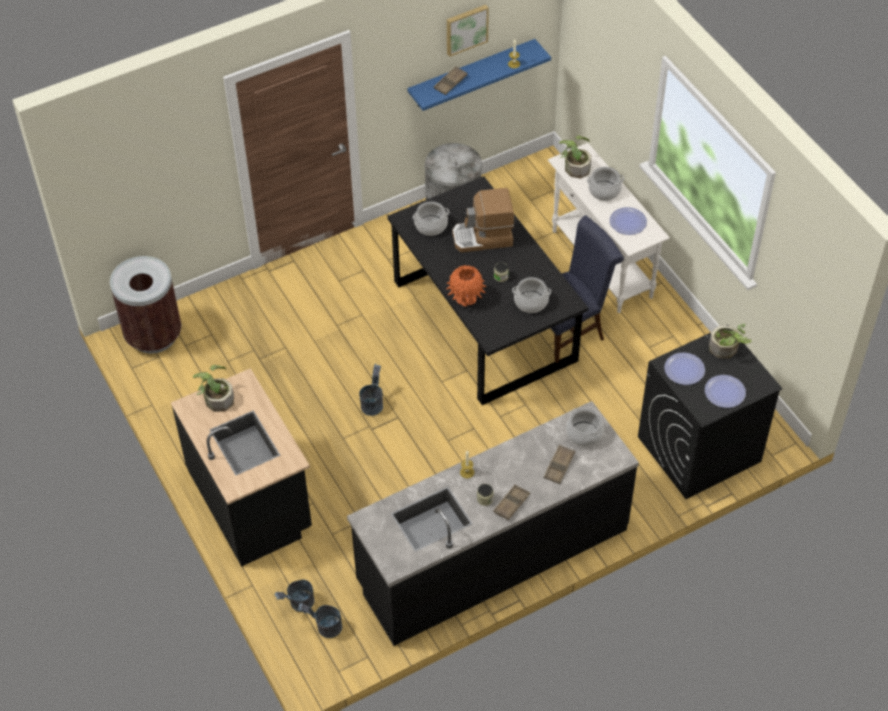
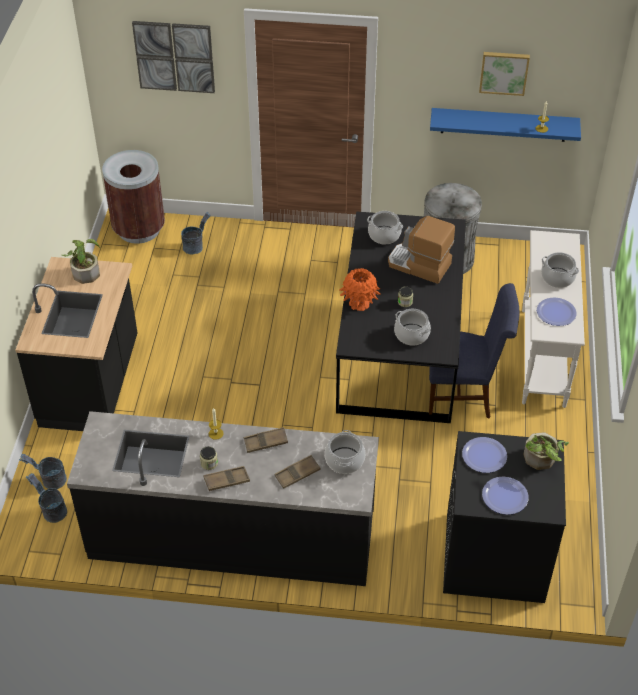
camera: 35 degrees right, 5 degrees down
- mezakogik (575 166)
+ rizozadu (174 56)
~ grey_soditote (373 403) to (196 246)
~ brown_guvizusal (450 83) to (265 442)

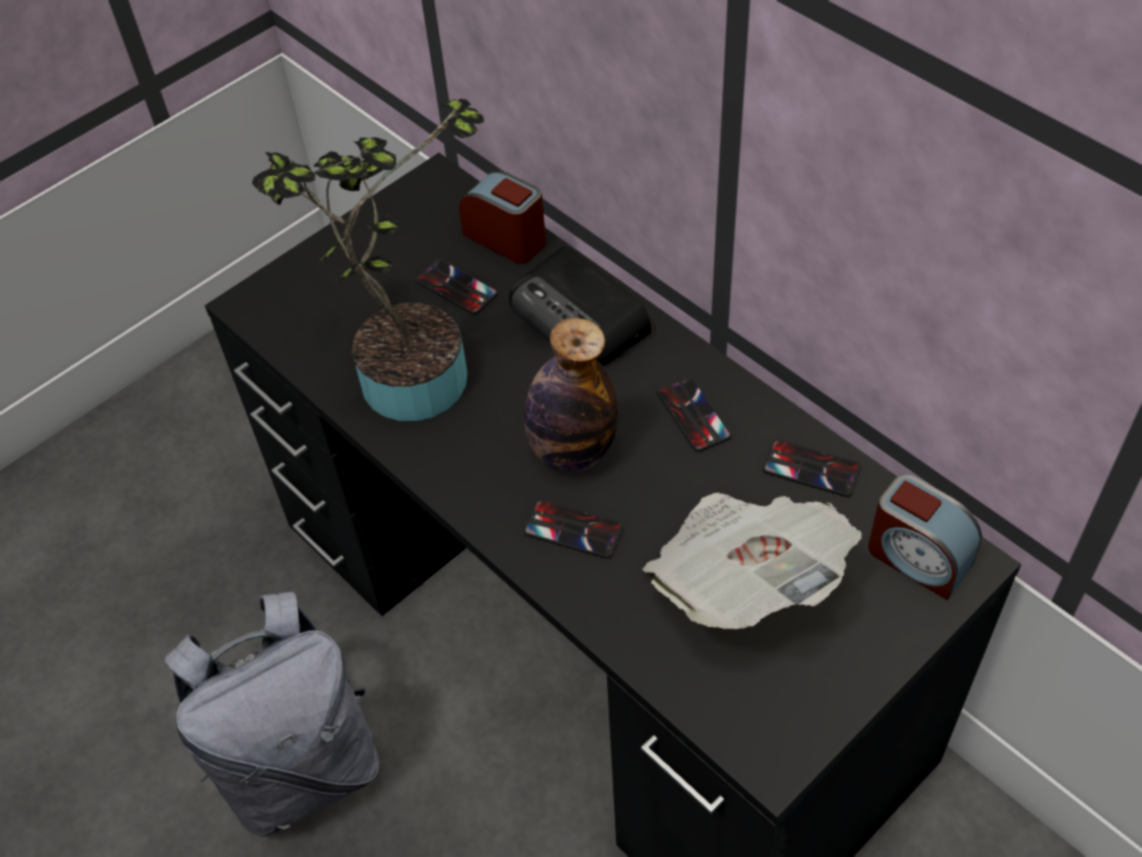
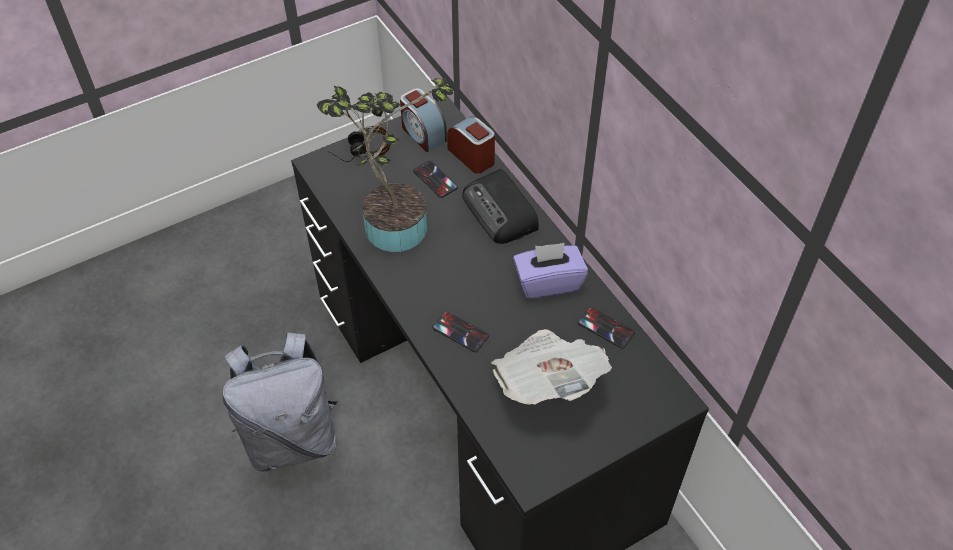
camera: 10 degrees right, 0 degrees up
- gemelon (572 450)
+ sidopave (359 151)
~ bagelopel (917 557) to (422 134)
~ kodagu (693 414) to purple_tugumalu (548 282)

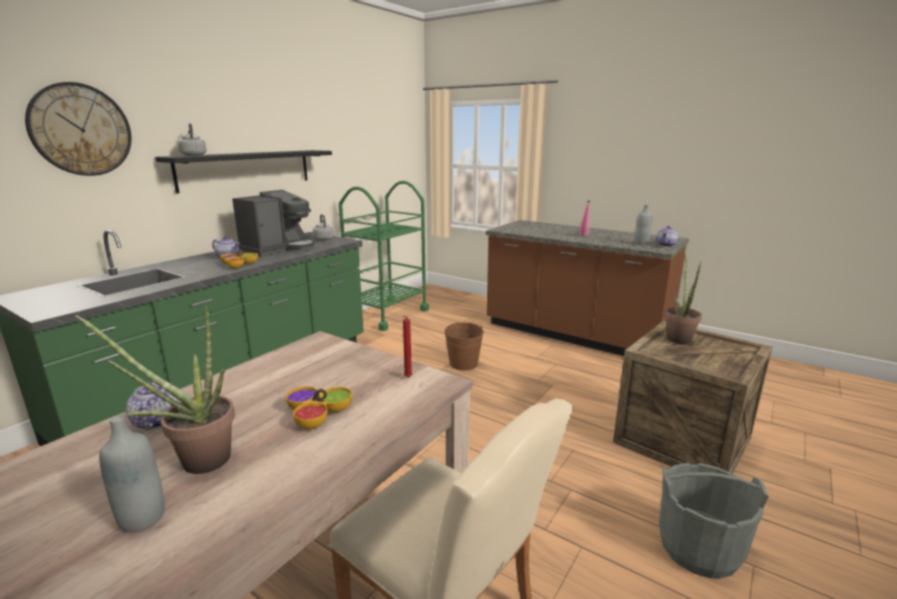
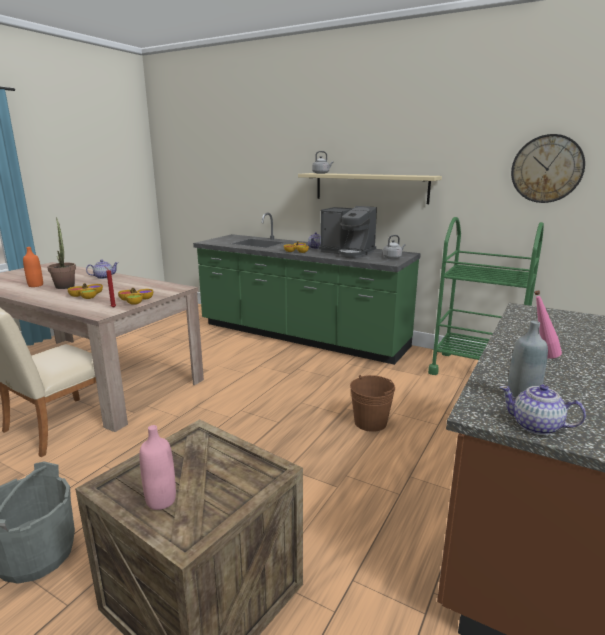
camera: 85 degrees right, 0 degrees up
- mezakogik (678 337)
+ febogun (136 300)
+ pink_gemelon (161 500)
~ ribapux (81 130) to (547 169)
~ grey_gemelon (142 518) to orange_gemelon (35 285)
~ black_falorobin (246 169) to beige_falorobin (370 187)

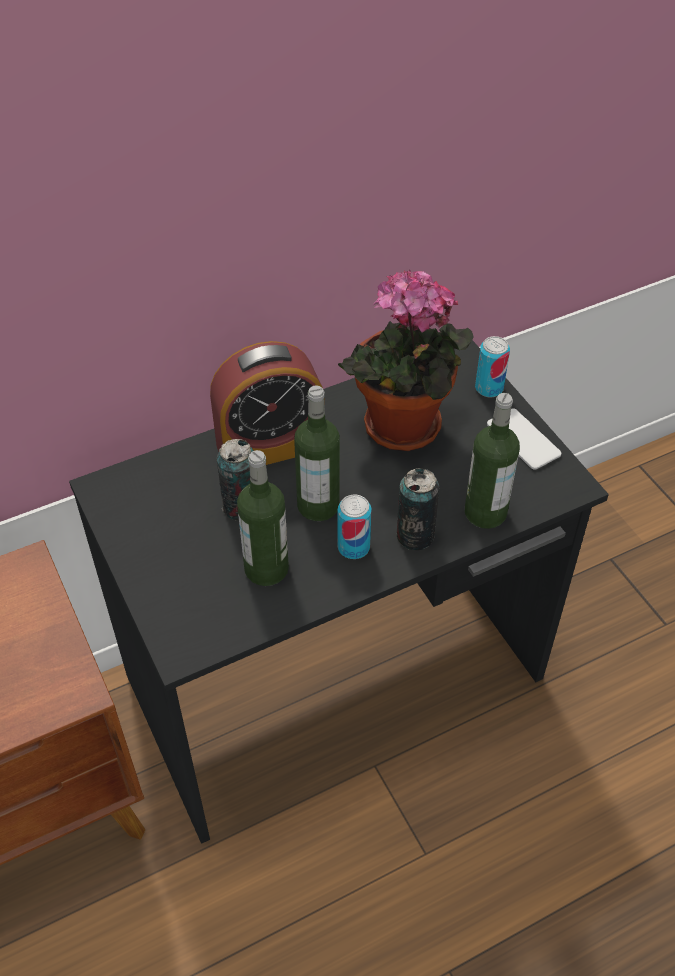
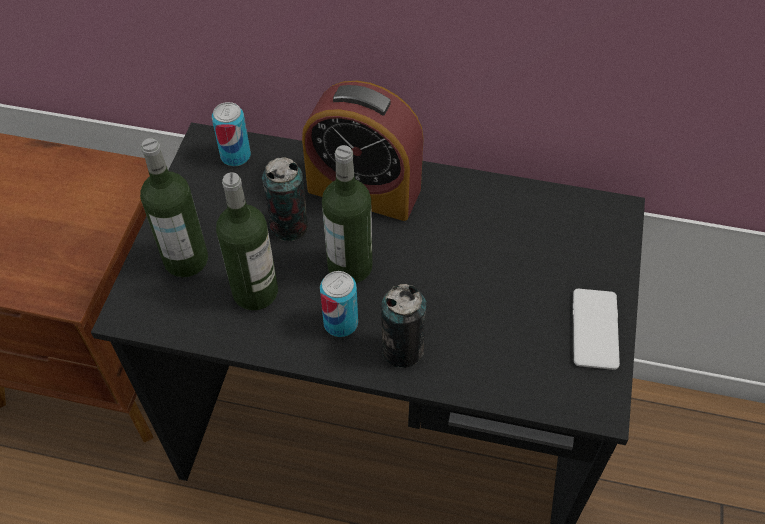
camera: 40 degrees right, 5 degrees up
- mezakogik (401 431)
~ gemelon (485 512) to (186 260)
~ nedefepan (489 388) to (235 156)

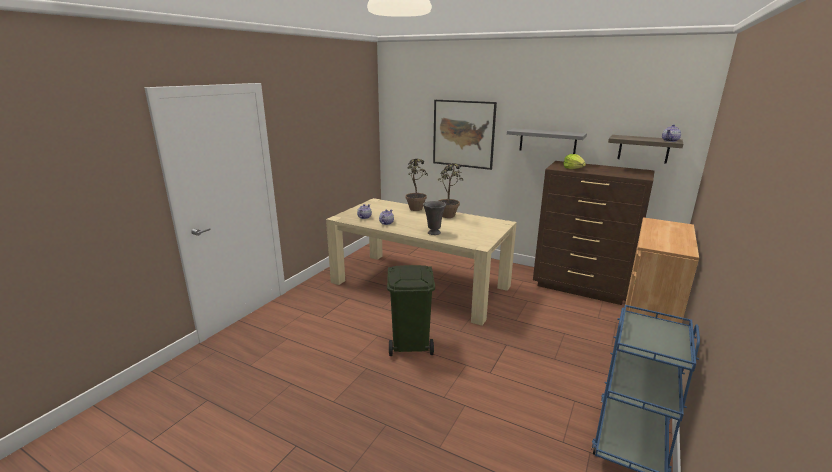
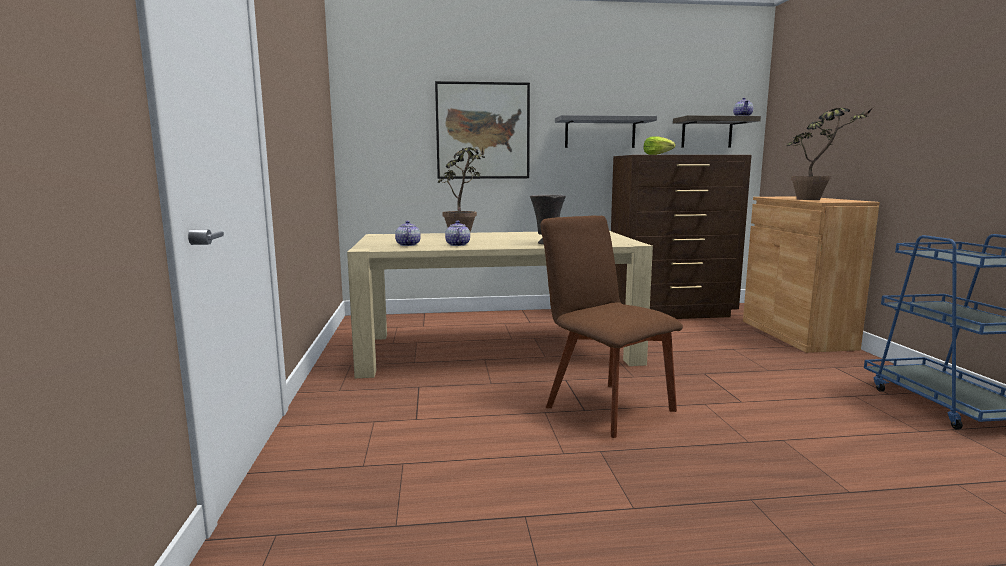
camera: 35 degrees left, 10 degrees down
~ mezakogik (449 217) to (817 199)
~ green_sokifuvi (411 344) to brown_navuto (605 406)

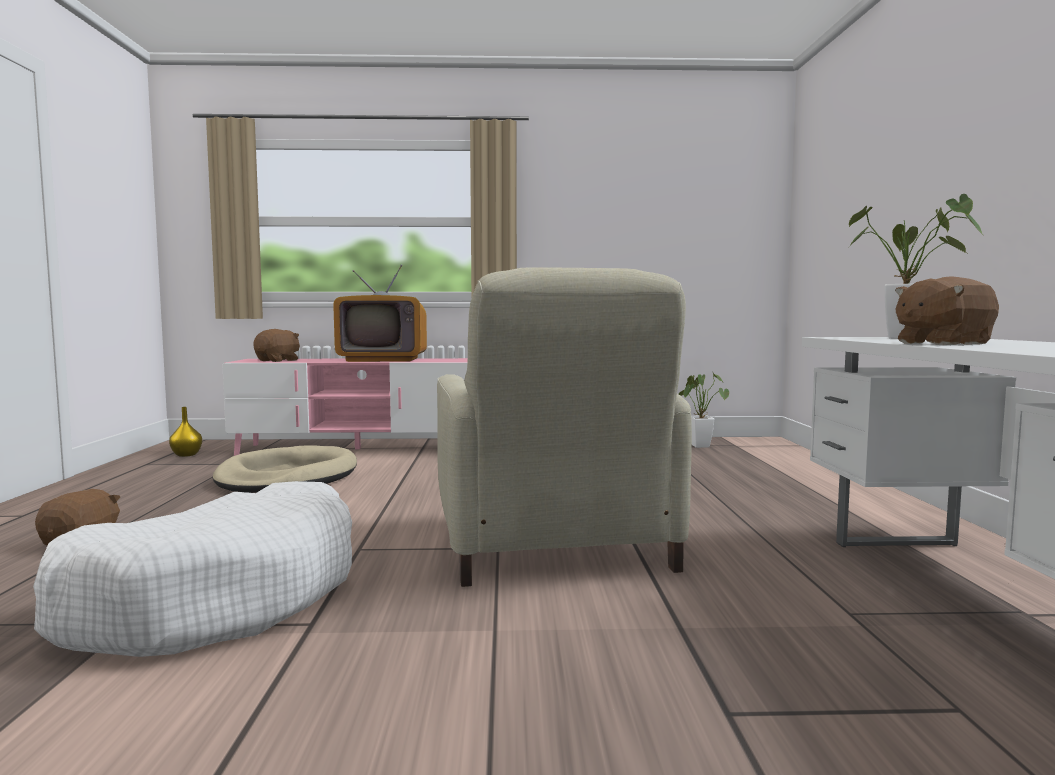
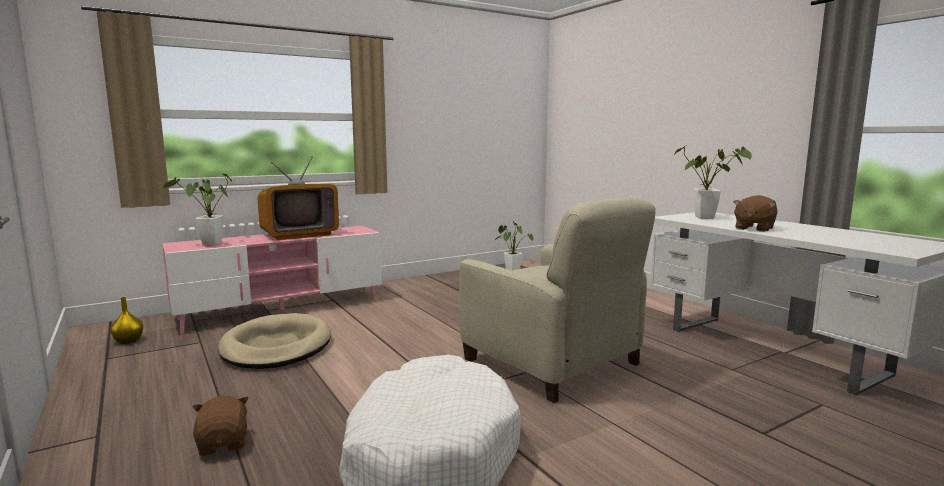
camera: 30 degrees left, 5 degrees up
~ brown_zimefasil (278 360) to mezakogik (209 244)

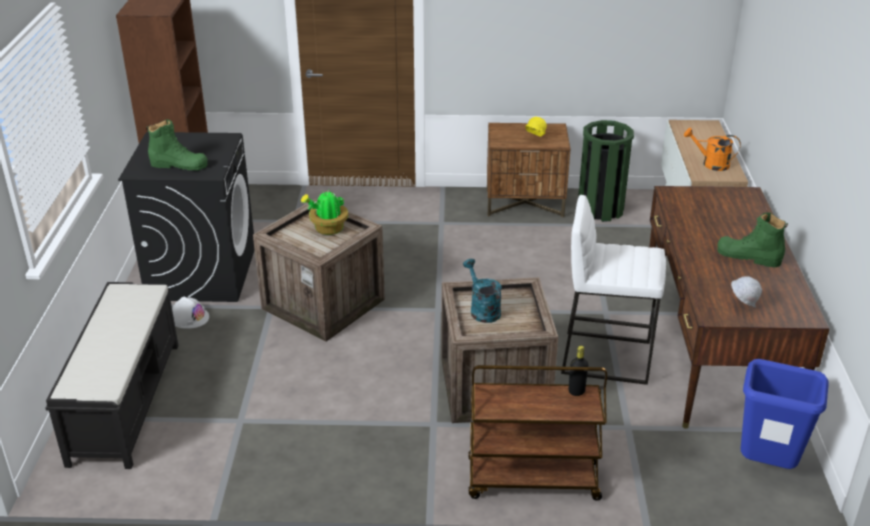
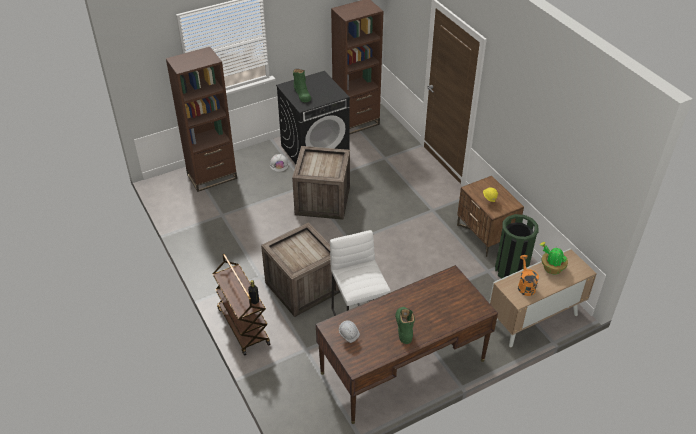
camera: 60 degrees right, 10 degrees up
- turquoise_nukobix (482 309)
- blue_sokifuvi (766 466)
~ mezakogik (328 229) to (551 268)
~ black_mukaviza (126 401) to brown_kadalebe (212 176)

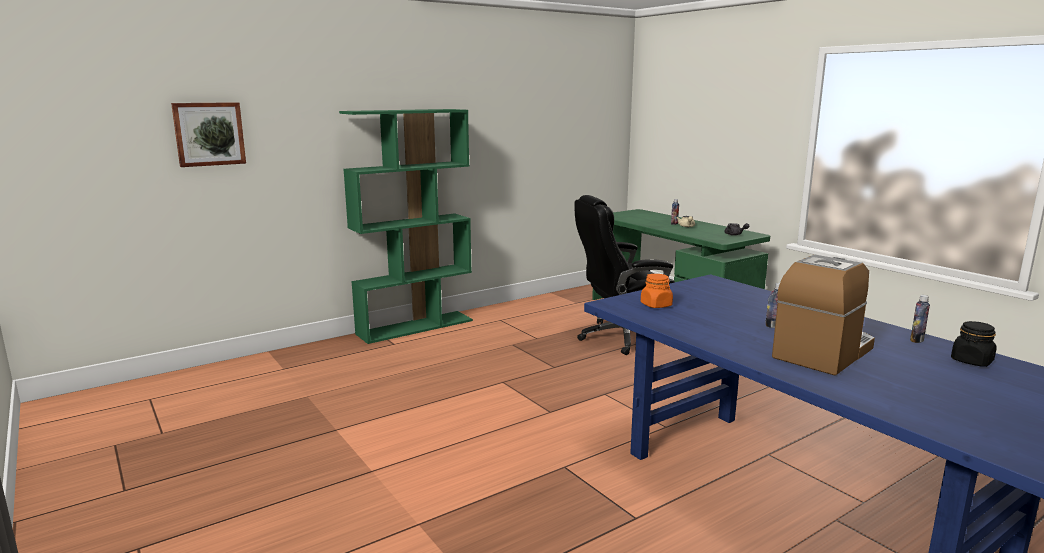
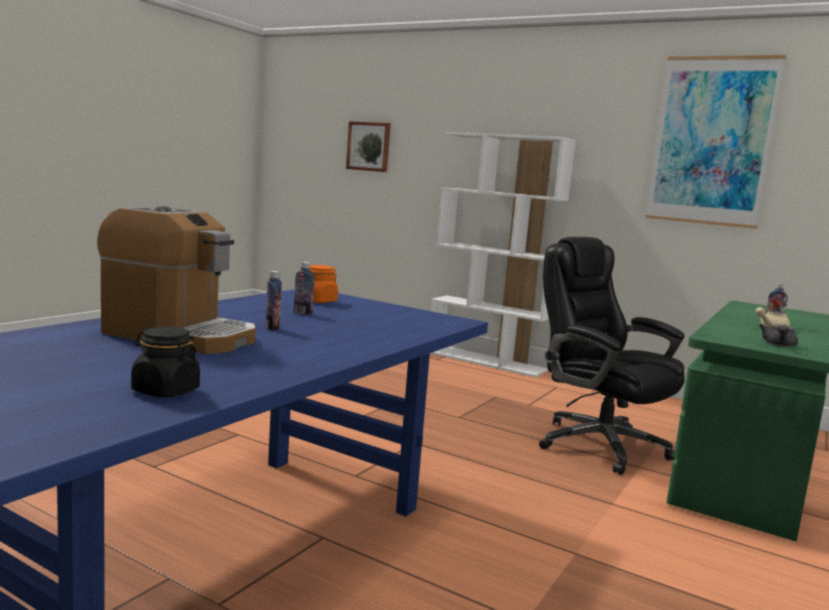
camera: 65 degrees right, 5 degrees down
+ rizozadu (712 141)
~ gemelon (916 340) to (302 313)
~ green_kadalebe (415 327) to white_kadalebe (486 361)

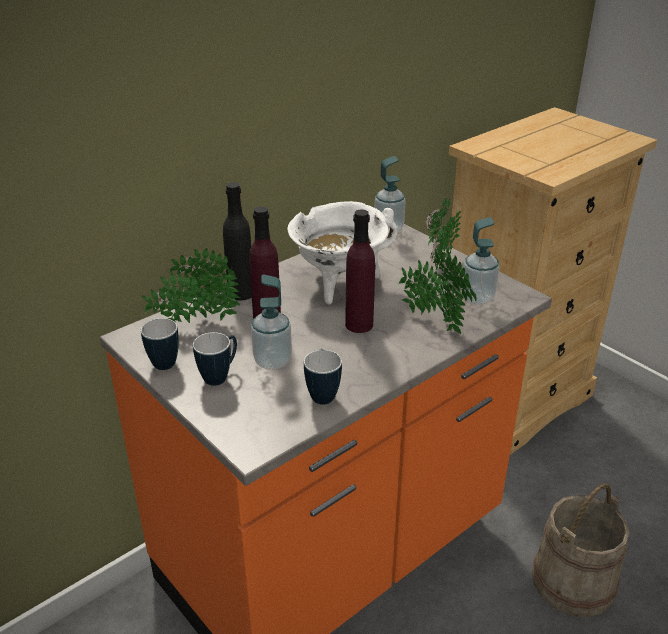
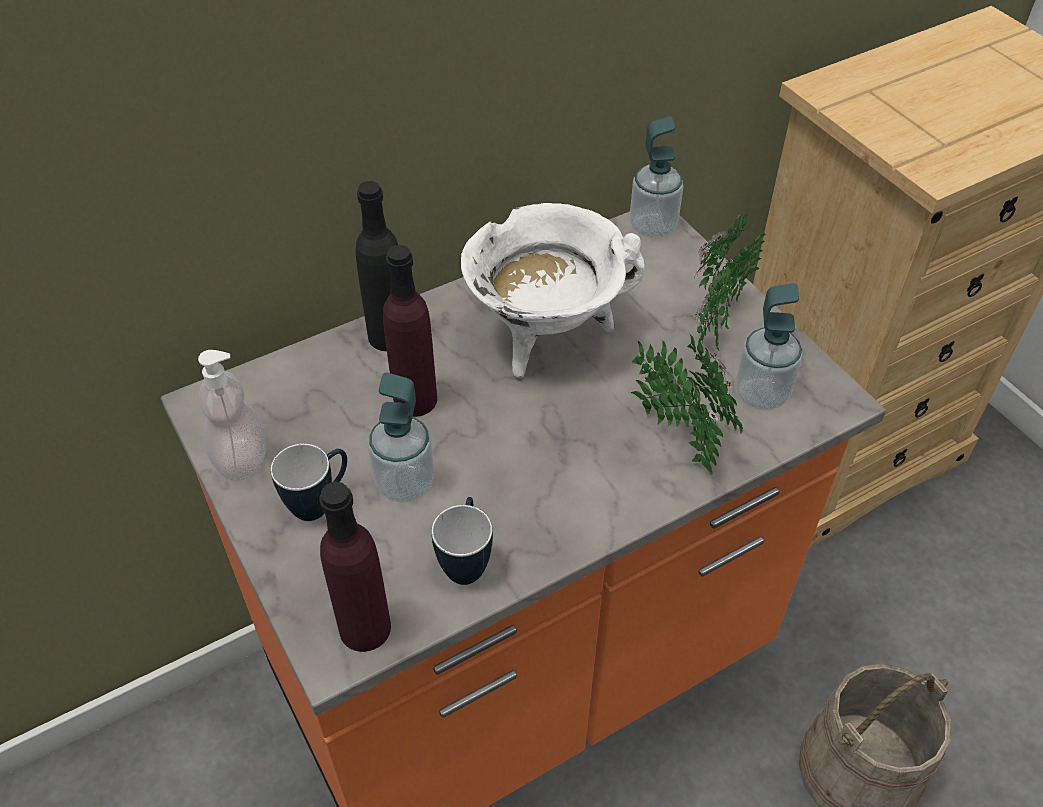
camera: 10 degrees right, 15 degrees up
- mezakogik (195 322)
~ purple_gemelon (359 324) to (365 628)
~ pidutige (162 360) to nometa (241 458)

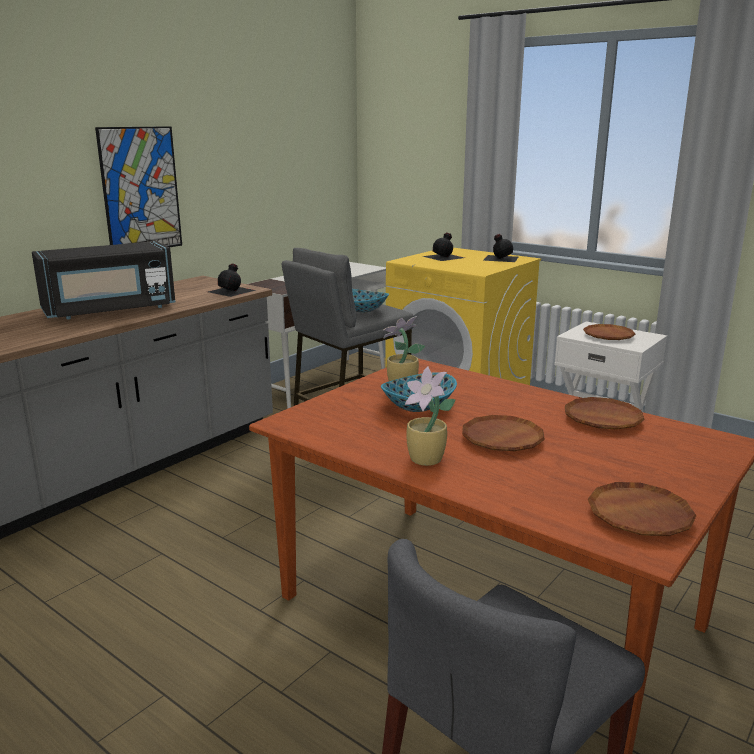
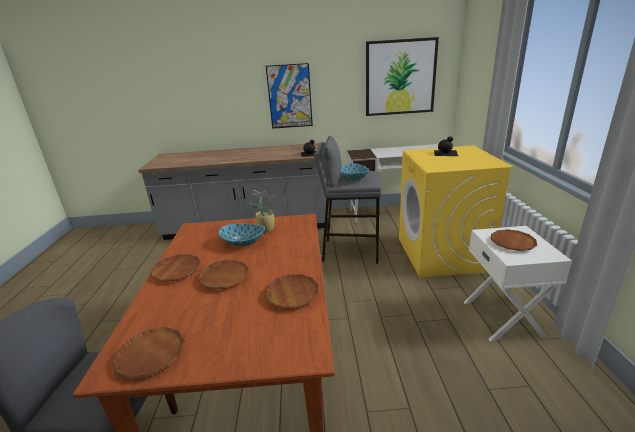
camera: 50 degrees right, 5 degrees up
- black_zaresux (110 310)
- black_gemelon (500 258)
+ rizozadu (400 77)
~ mezakogik (426 460) to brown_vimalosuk (177 271)

